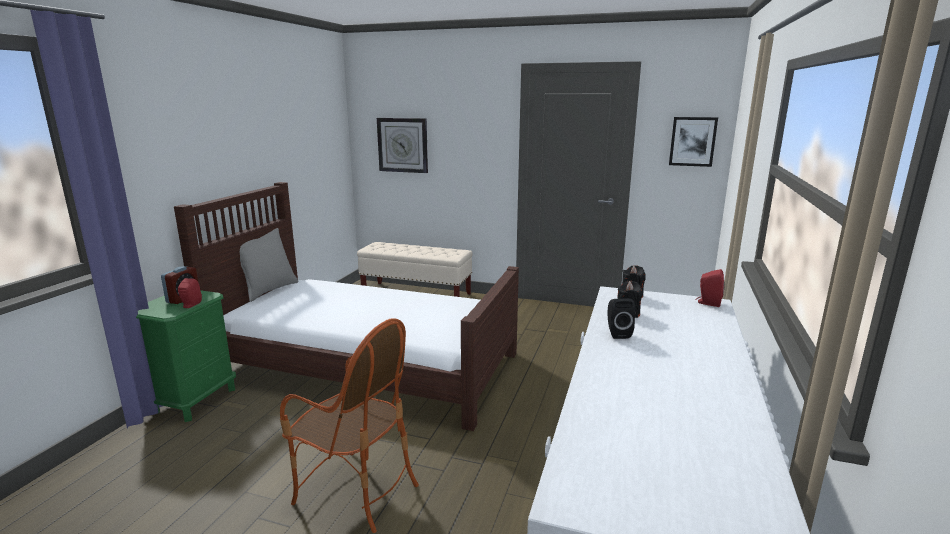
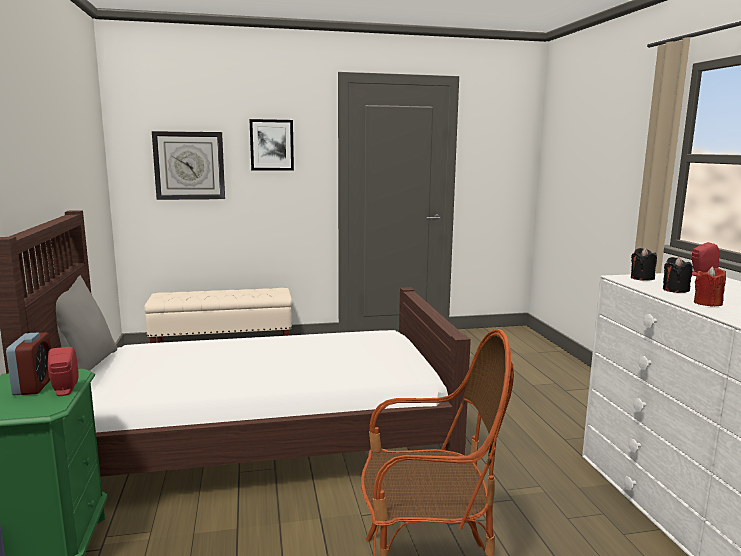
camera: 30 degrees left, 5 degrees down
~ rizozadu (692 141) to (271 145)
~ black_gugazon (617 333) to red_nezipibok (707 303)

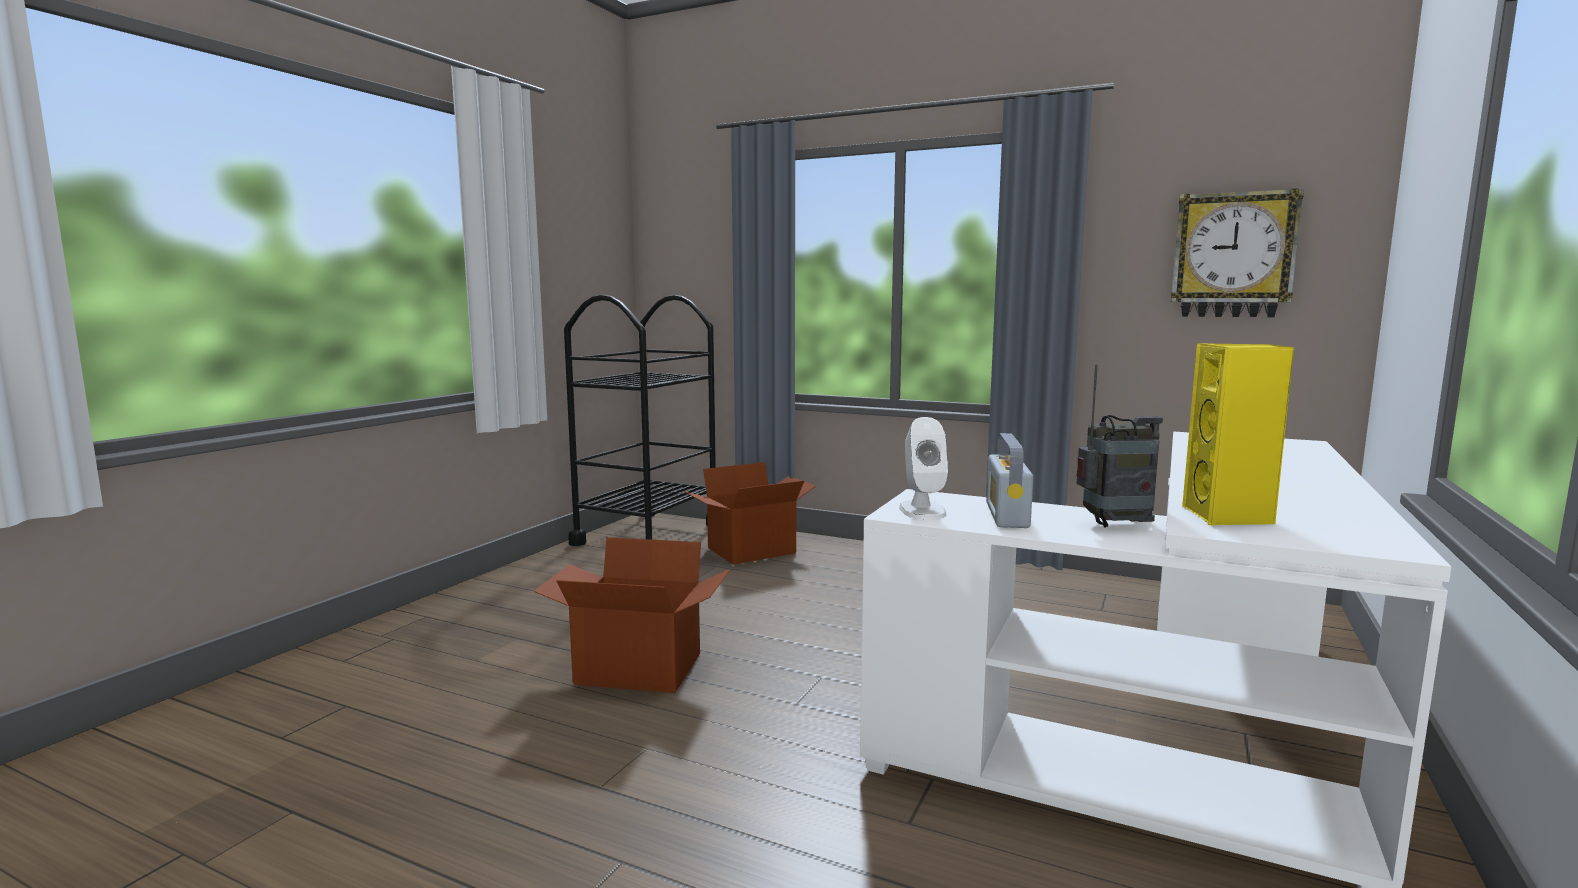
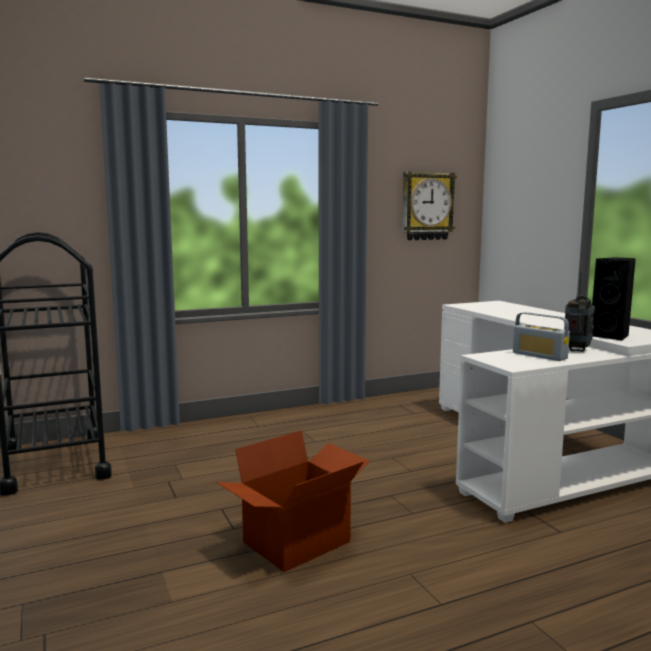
camera: 50 degrees left, 0 degrees up
- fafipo (752 551)
- white_gugazon (922 510)
~ yellow_gugazon (1228 517) to black_gugazon (611 336)

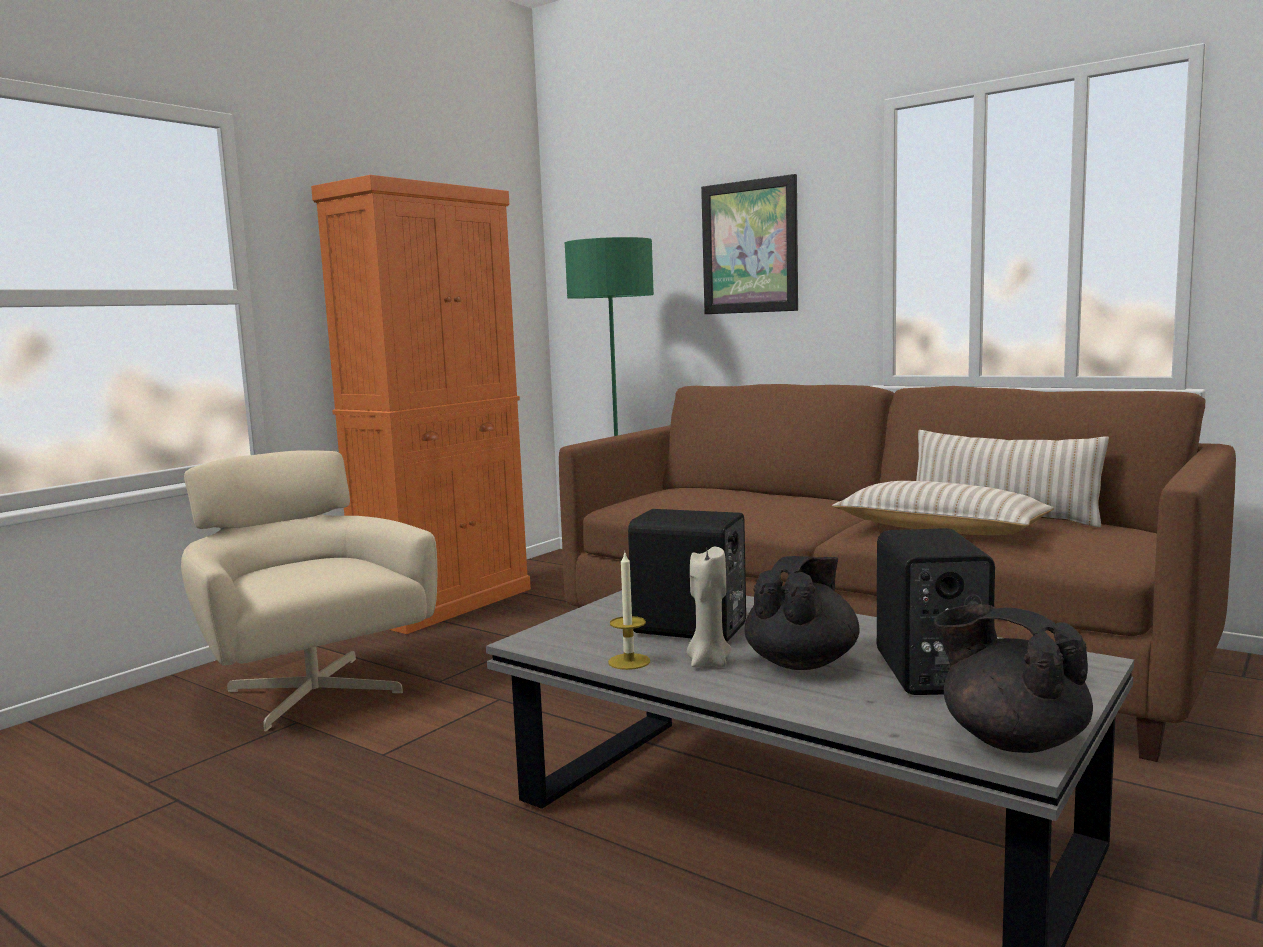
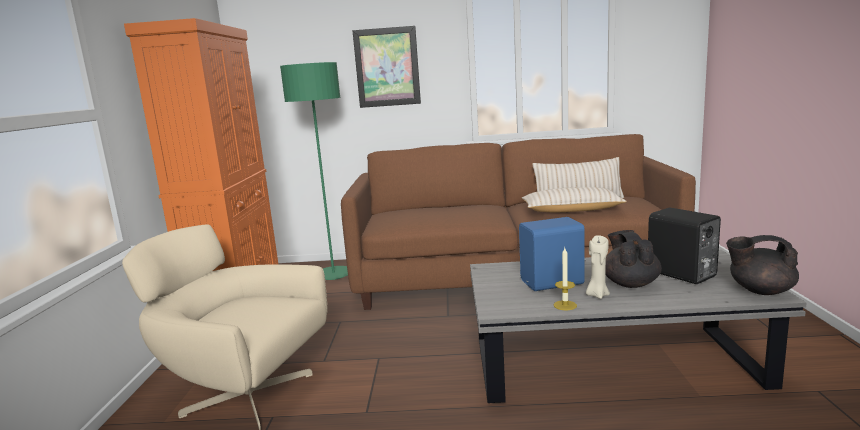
camera: 35 degrees left, 5 degrees up
~ black_gugazon (691 630) to blue_gugazon (553 283)

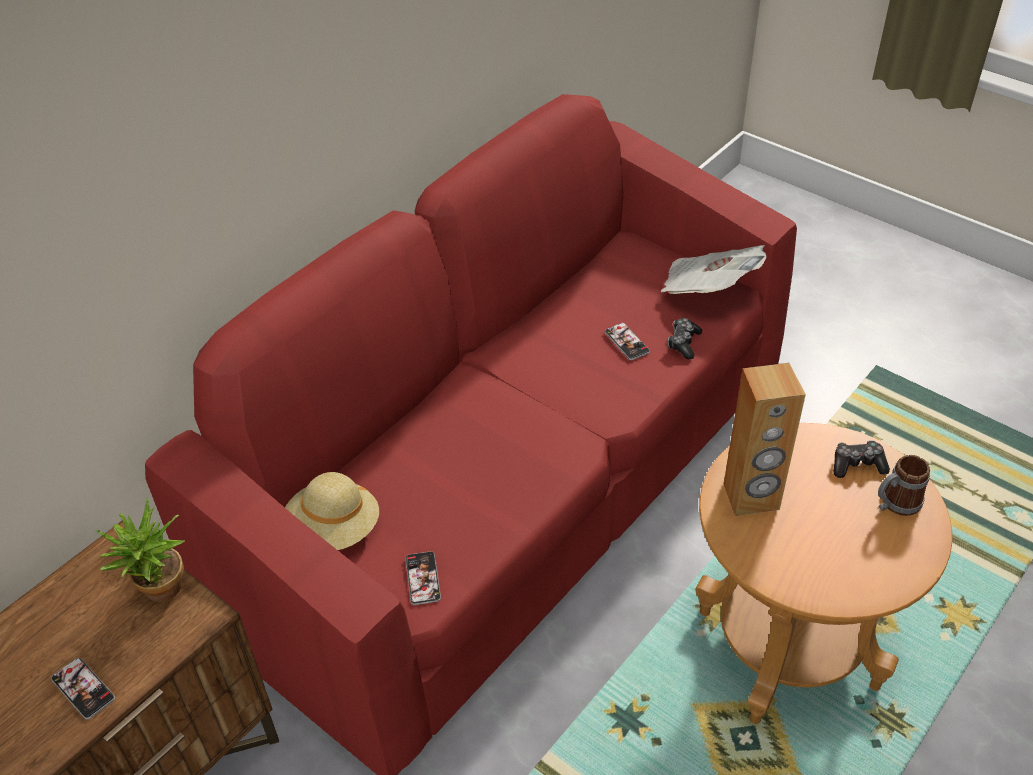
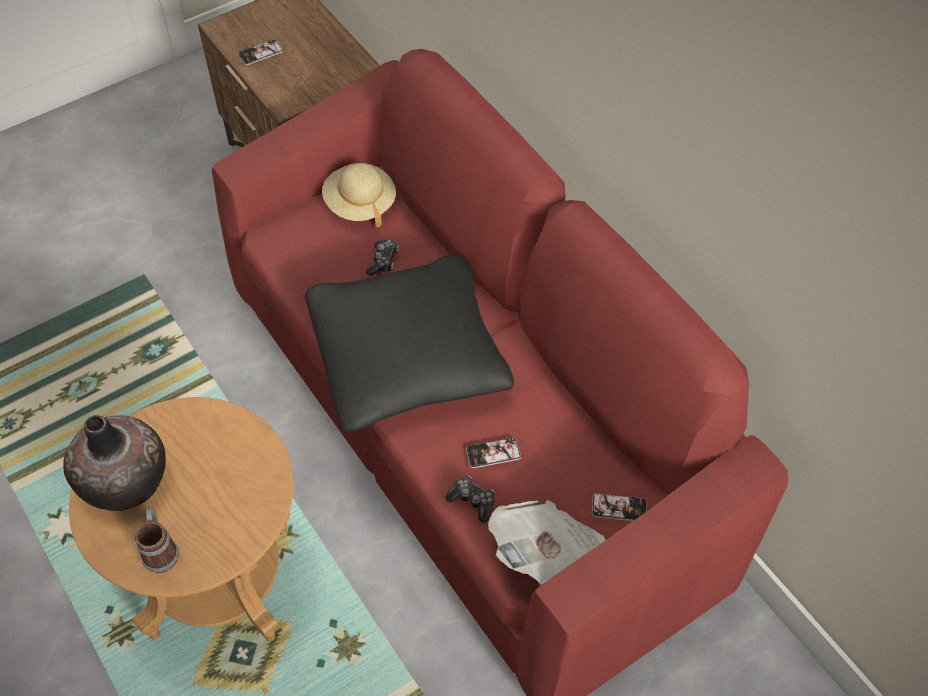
camera: 105 degrees right, 10 degrees up
- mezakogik (161 594)
- brown_gugazon (751 497)
+ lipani (125 481)
+ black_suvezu (408 357)
~ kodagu (423 578) to (619 508)
~ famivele (857 465) to (383 261)

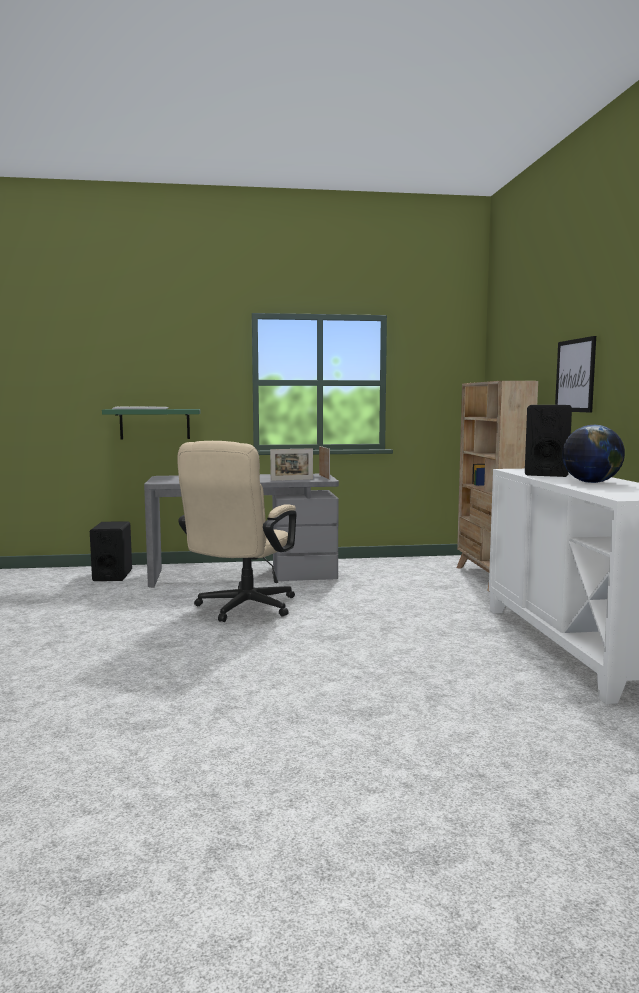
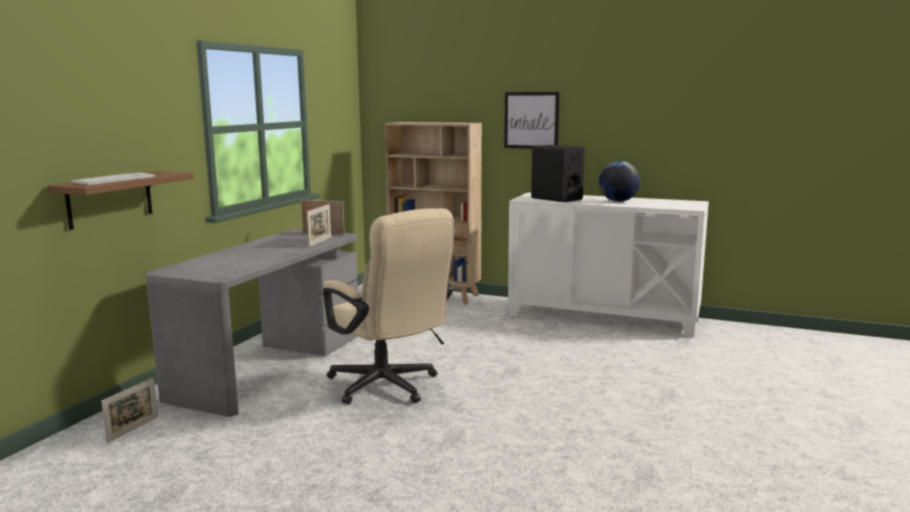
camera: 60 degrees left, 5 degrees up
~ black_gugazon (112 575) to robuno (133 429)
~ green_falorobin (155 424) to brown_falorobin (110 199)

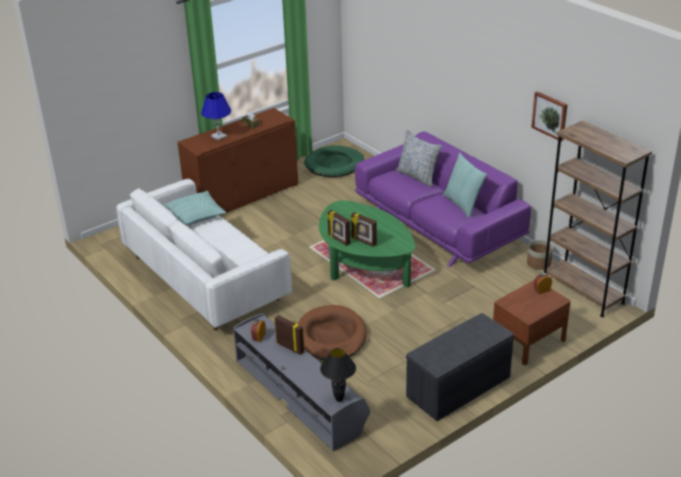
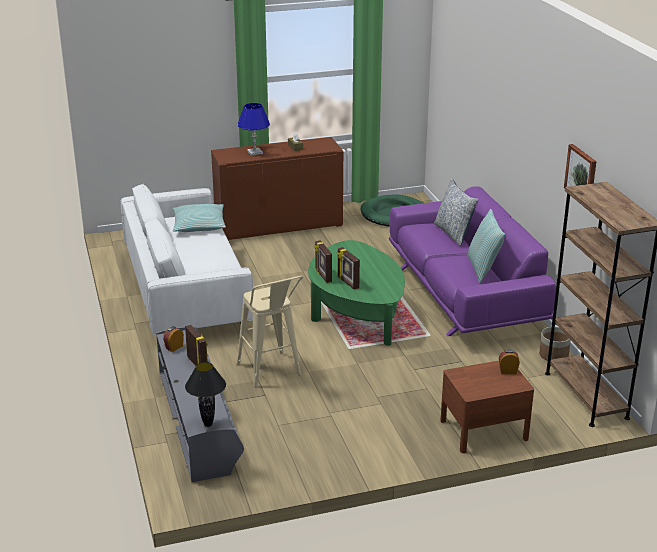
camera: 20 degrees right, 5 degrees down
- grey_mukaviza (458 387)
~ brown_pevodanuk (331 336) to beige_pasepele (271 373)

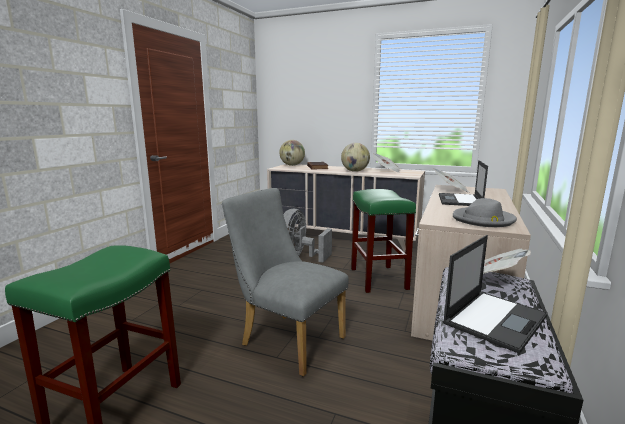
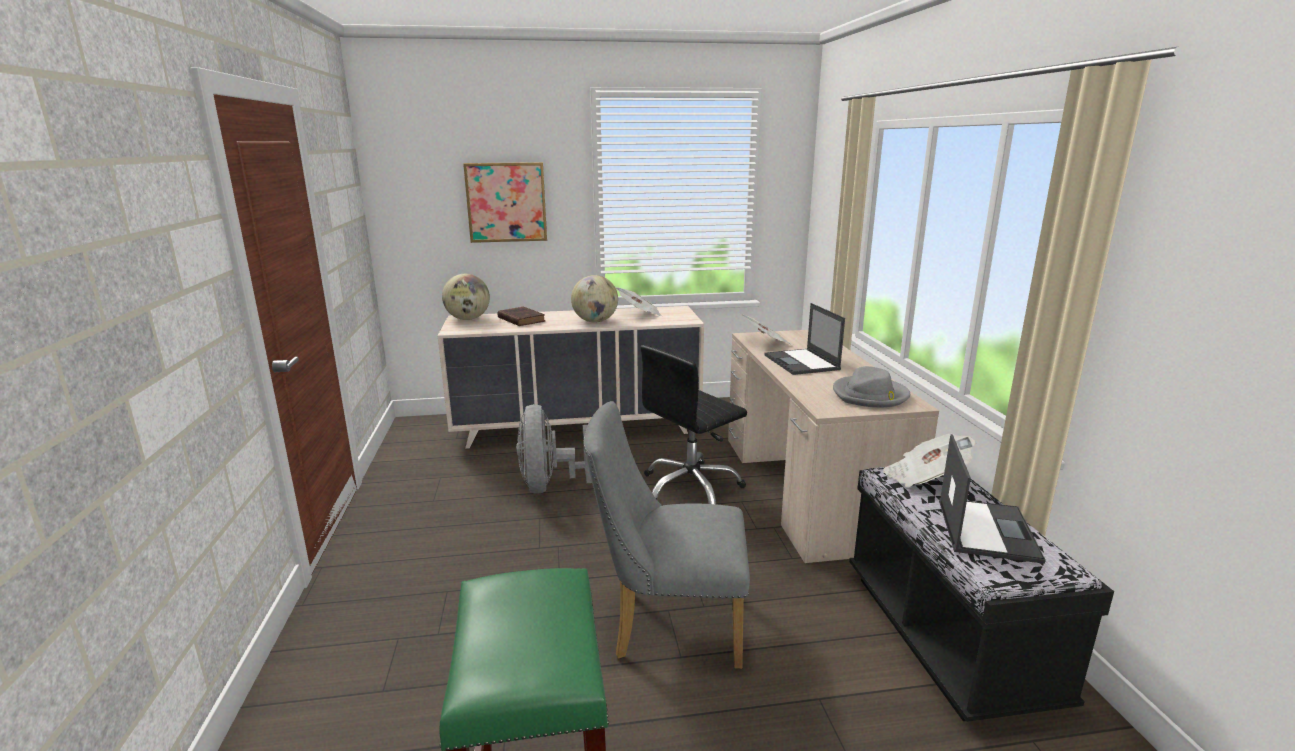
camera: 30 degrees left, 5 degrees up
+ rizozadu (506 202)
~ green_pasepele (377 278) to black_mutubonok (691 488)

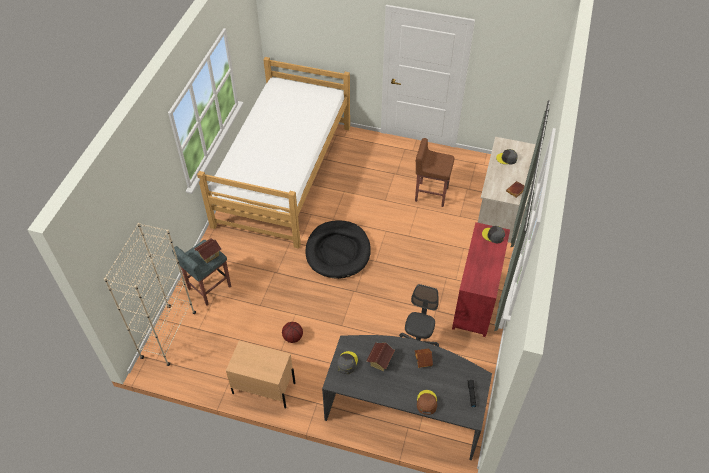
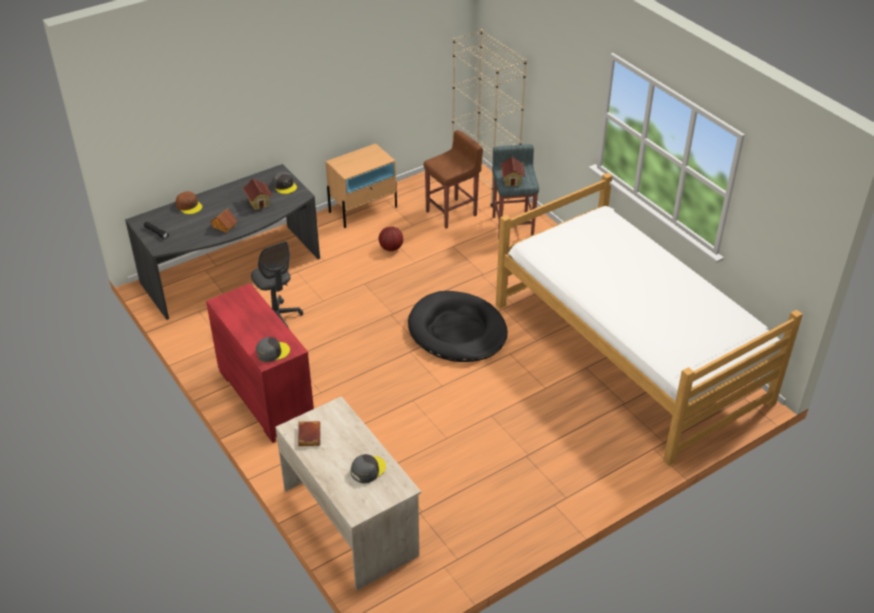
camera: 130 degrees right, 10 degrees down
~ brown_pasepele (431 194) to (452 213)

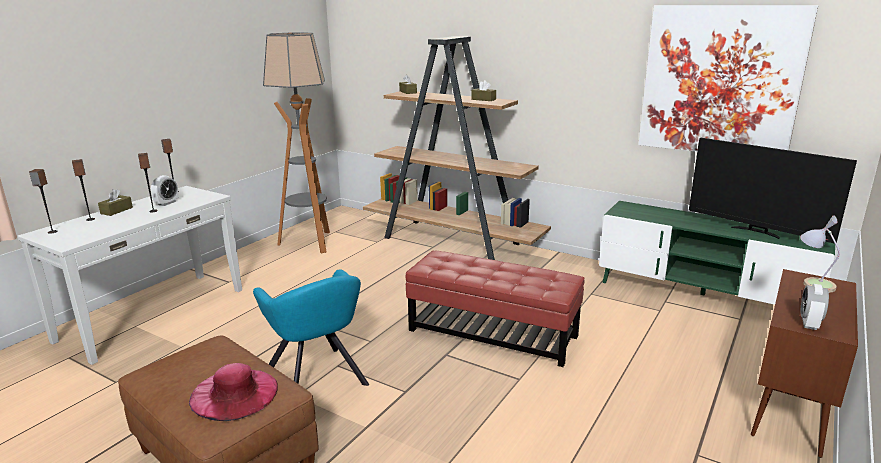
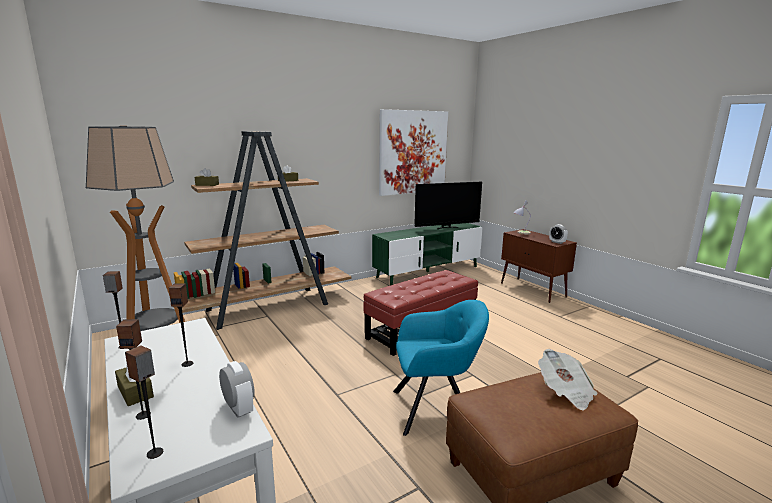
camera: 65 degrees left, 5 degrees down
~ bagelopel (167 203) to (238 408)
~ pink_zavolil (234 393) to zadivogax (565 392)

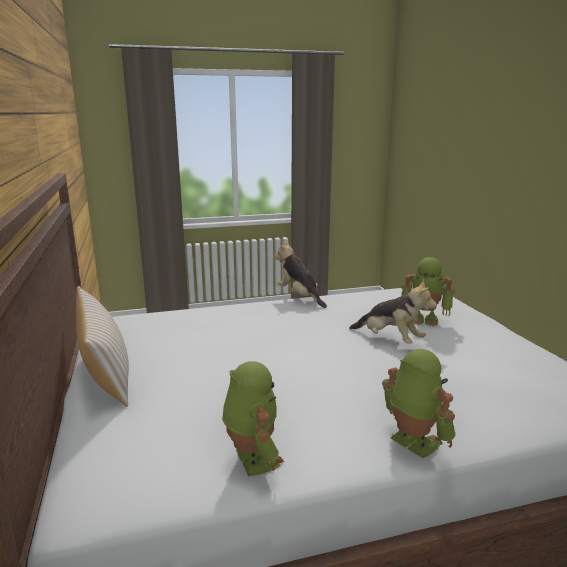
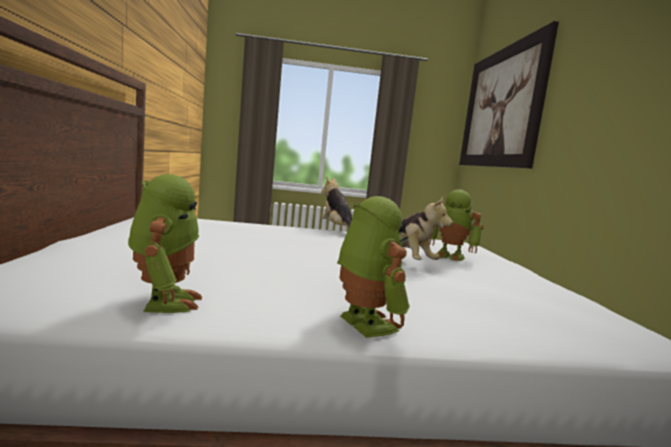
camera: 10 degrees right, 10 degrees down
- beige_suvezu (105 371)
+ rizozadu (500 108)

